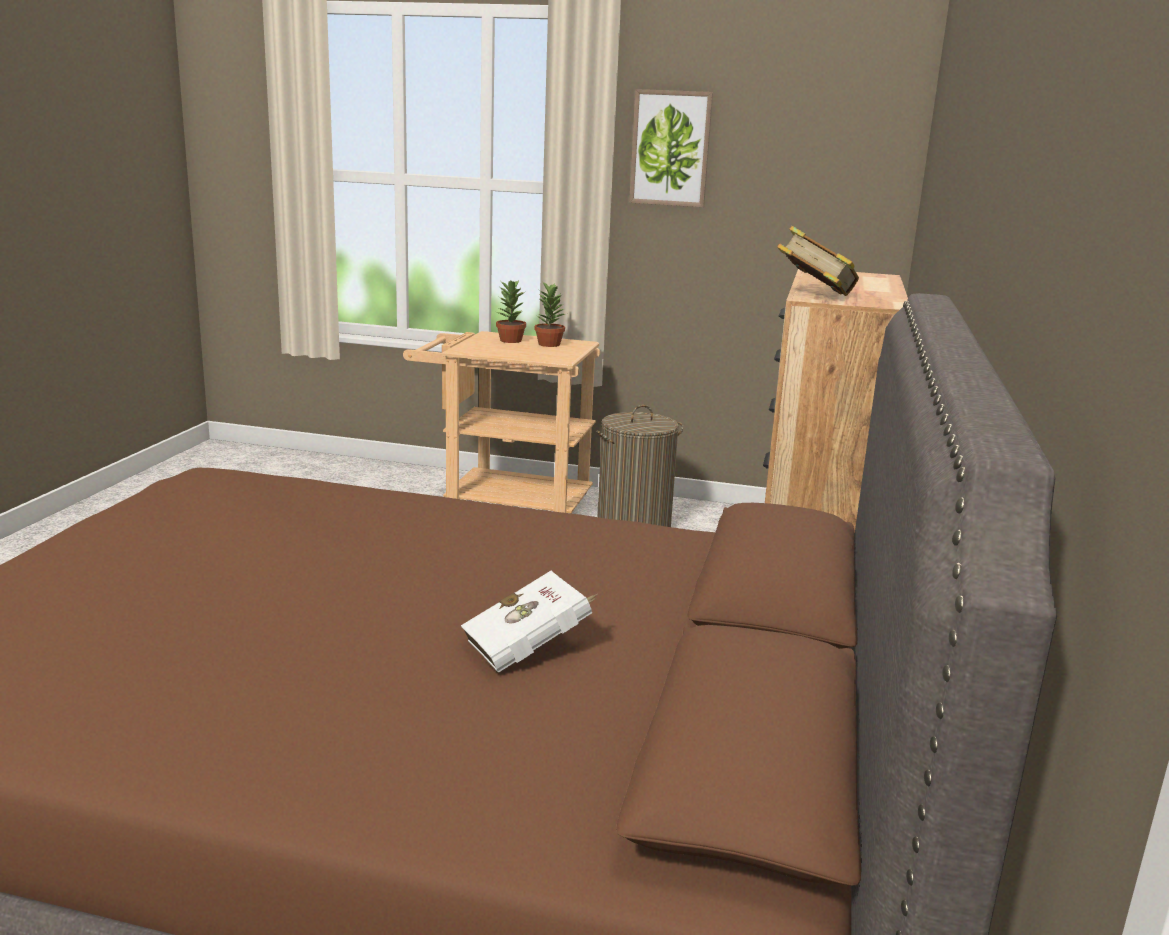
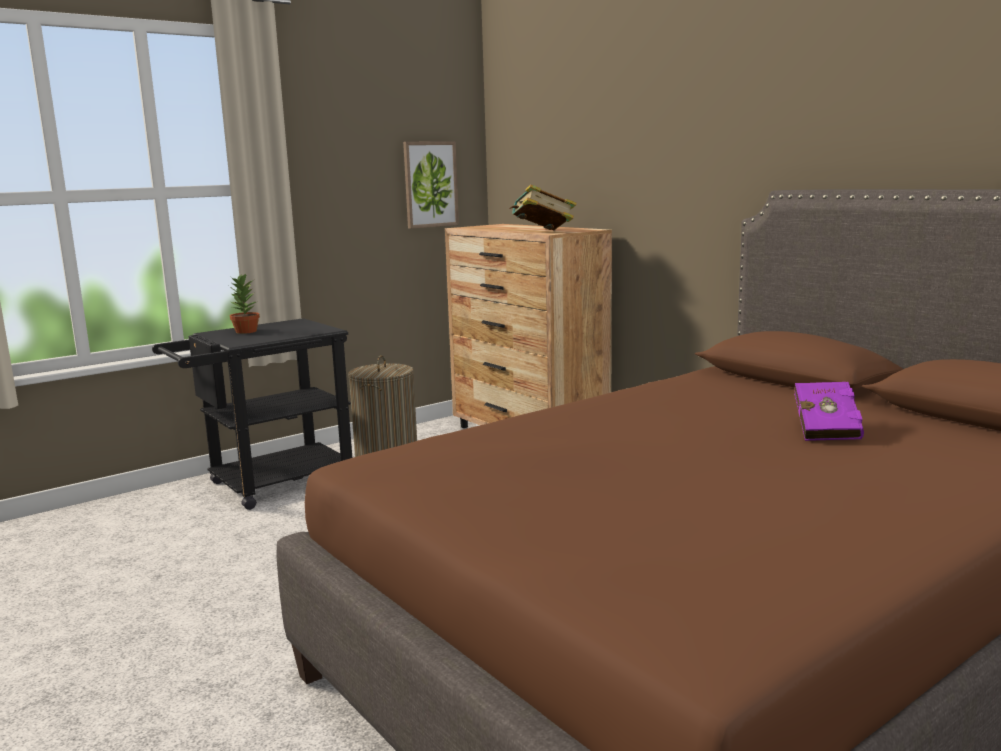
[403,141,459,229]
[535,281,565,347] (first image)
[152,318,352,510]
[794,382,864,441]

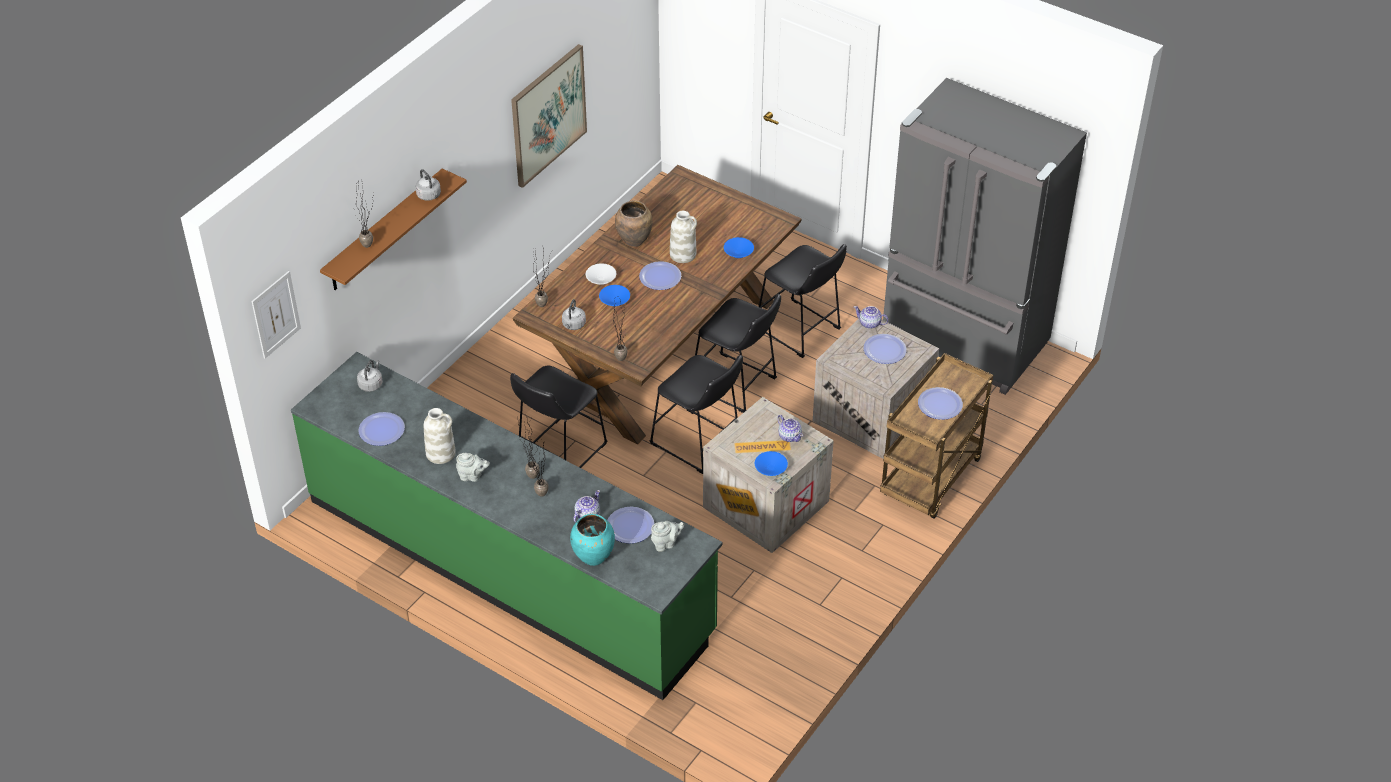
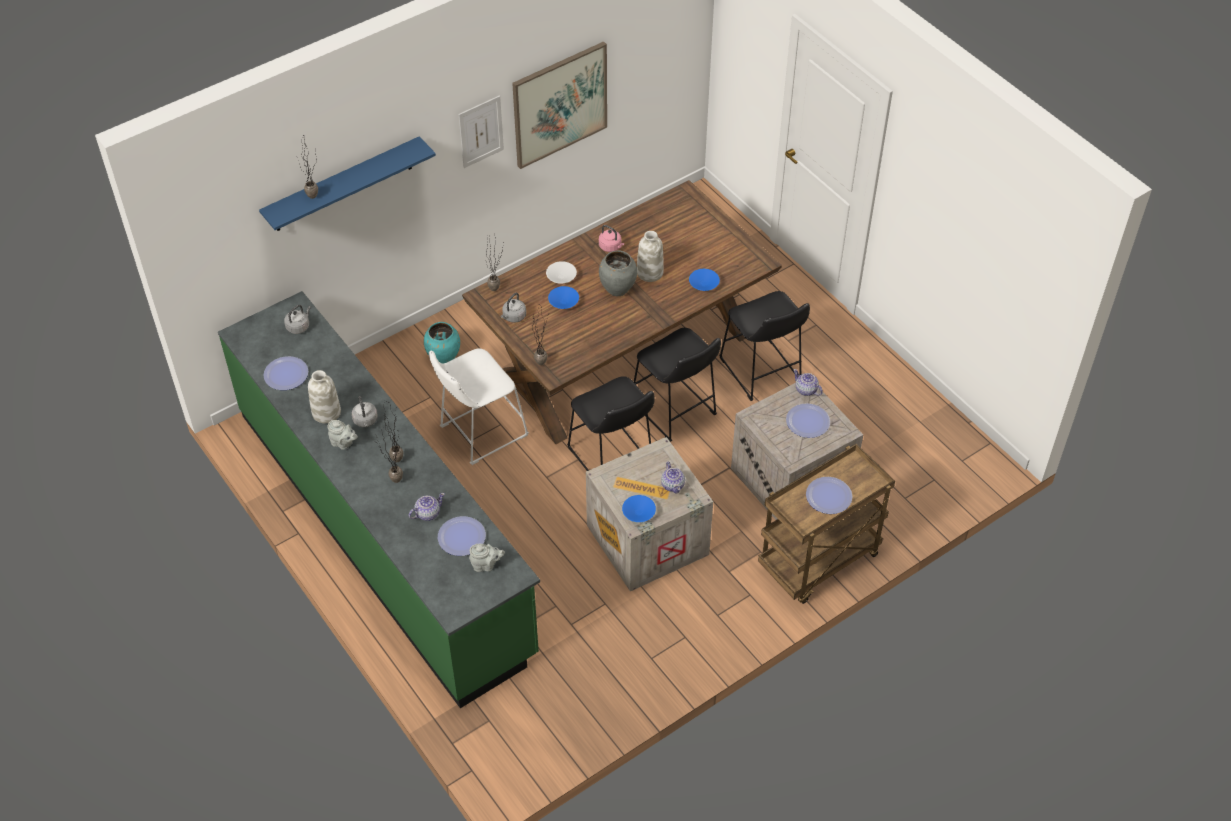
[883,78,1087,395] (first image)
[259,136,436,231]
[352,396,378,427]
[599,225,624,252]
[599,250,637,296]
[459,96,504,168]
[429,348,529,465]
[424,322,460,364]

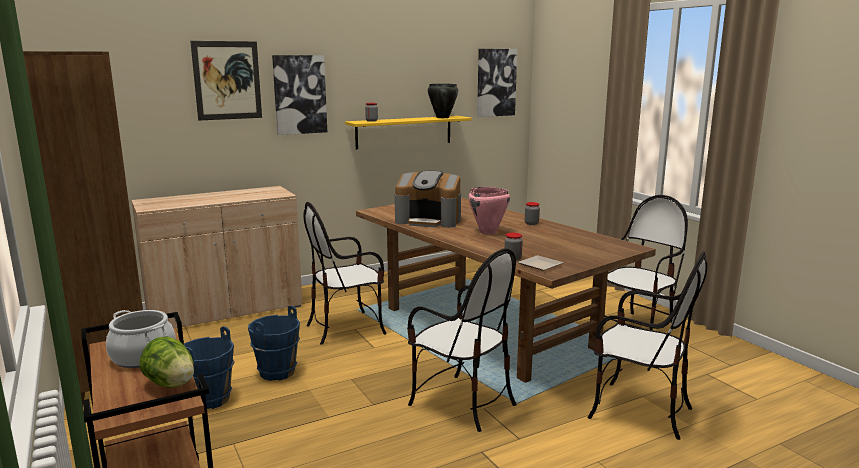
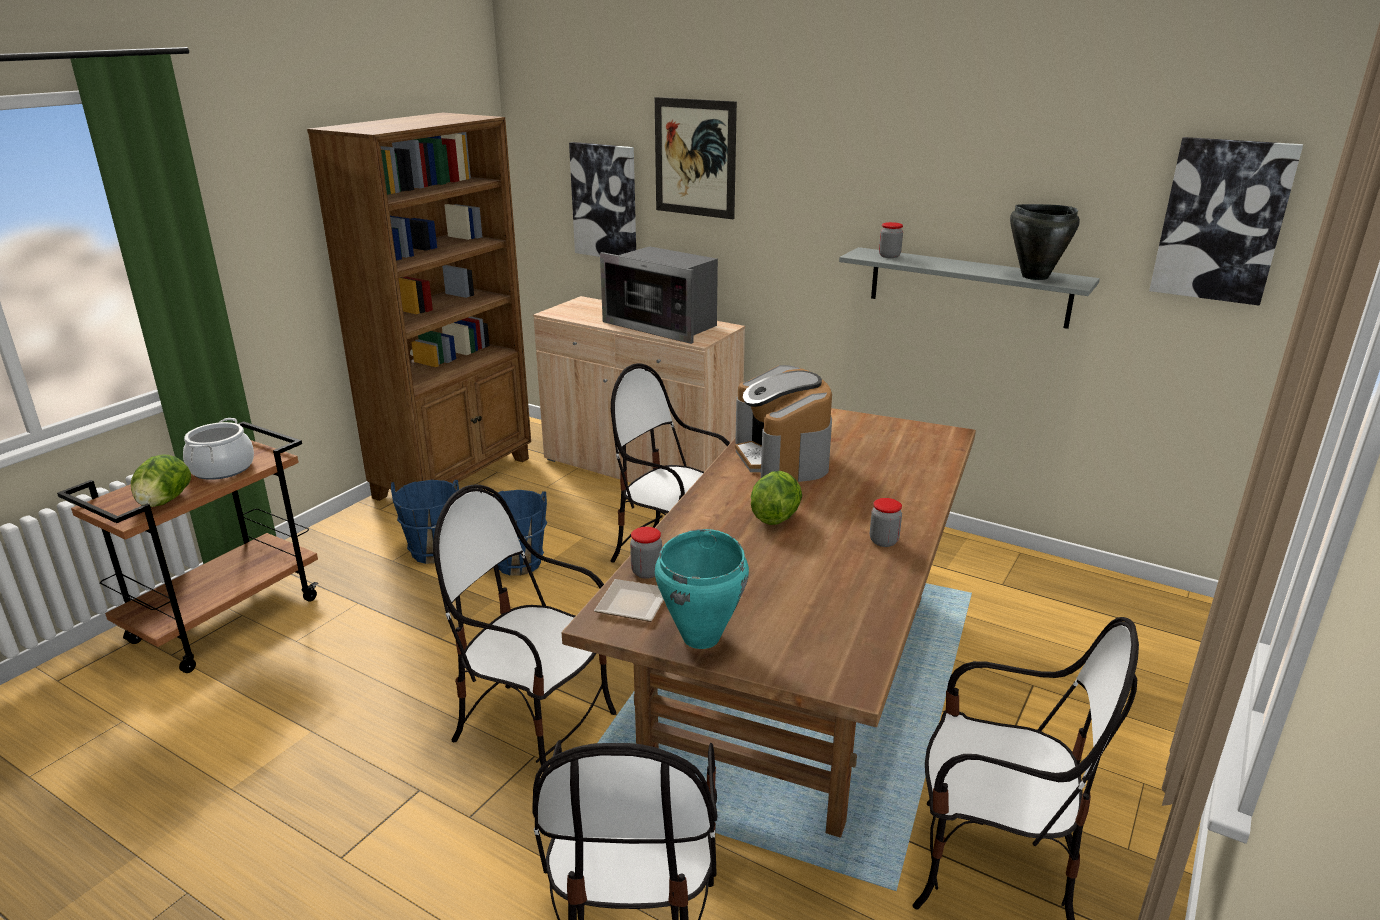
[569,142,636,257]
[839,247,1100,329]
[751,471,802,525]
[433,484,616,772]
[600,246,718,344]
[655,529,749,649]

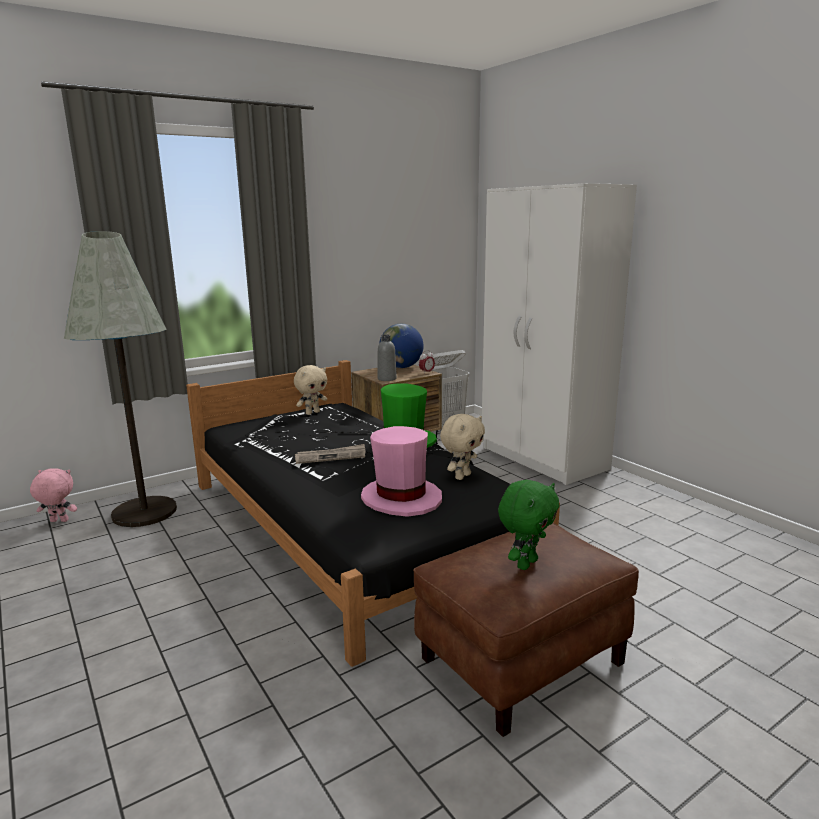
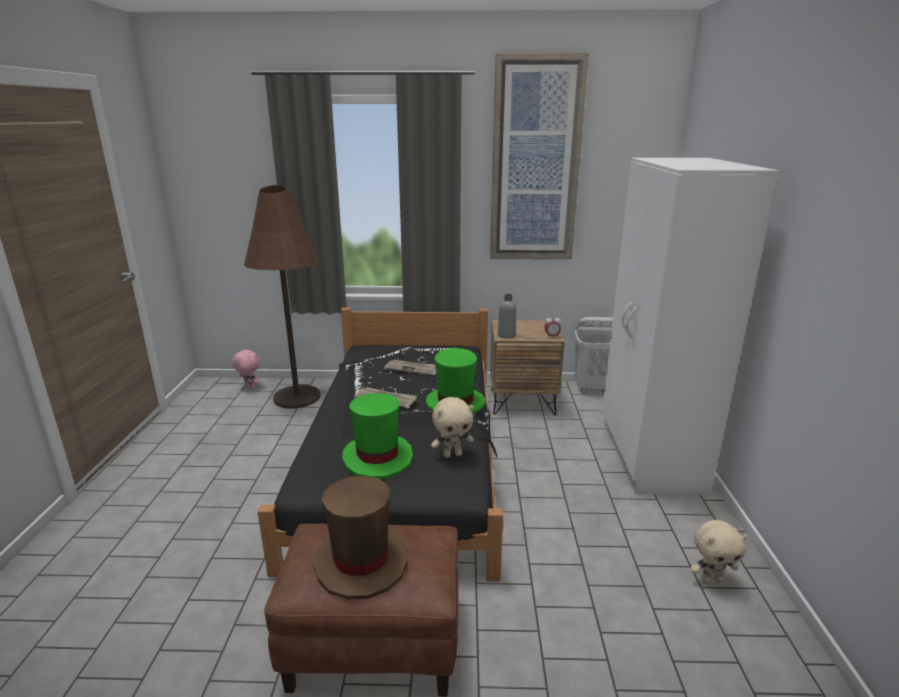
[244,185,320,409]
[379,324,424,368] (first image)
[690,520,748,584]
[342,393,413,479]
[313,476,408,600]
[490,53,589,259]
[384,360,436,376]

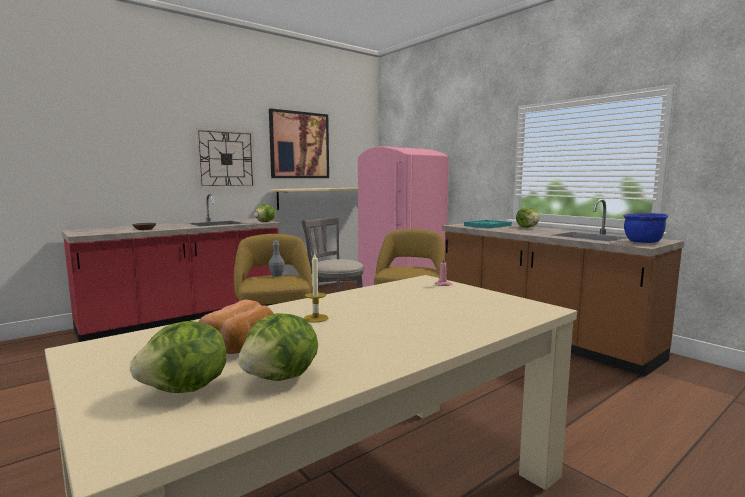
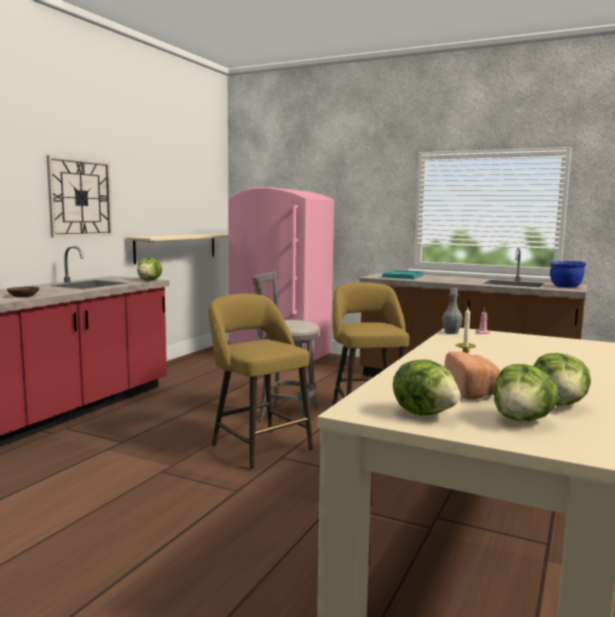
[269,108,329,178] (first image)
[393,360,461,416]
[442,288,462,334]

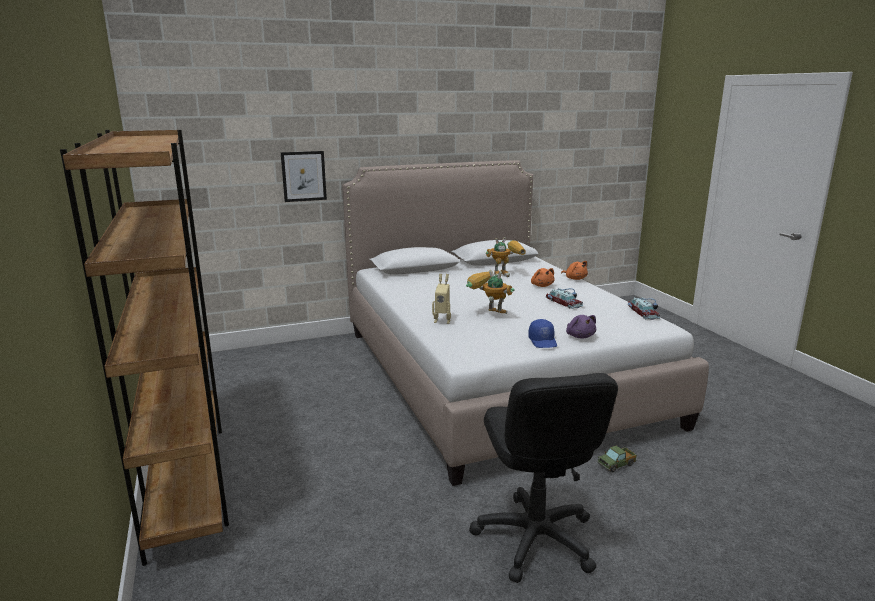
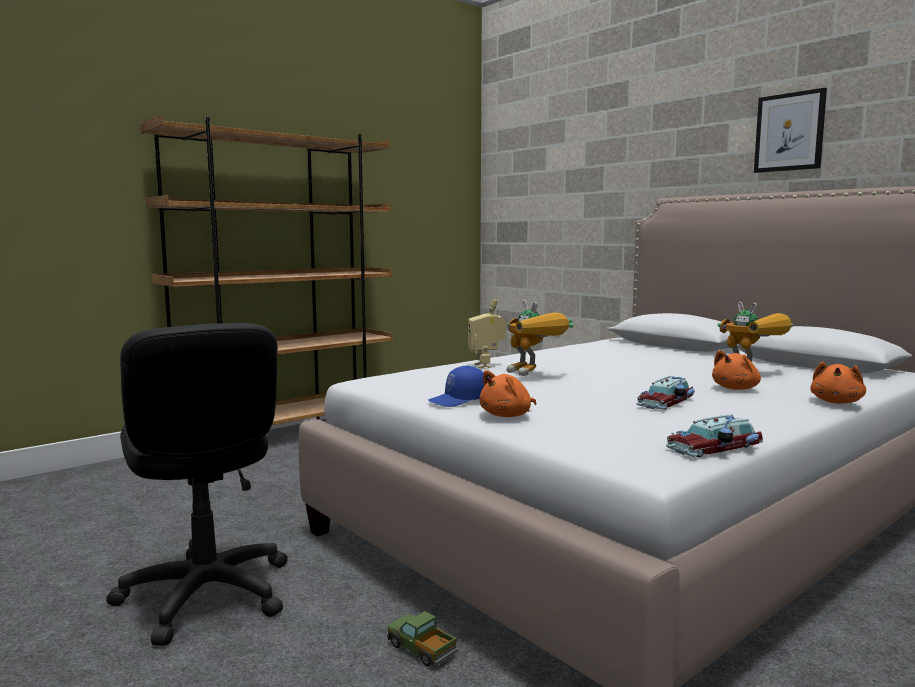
[754,88,827,173]
[507,300,574,376]
[479,370,537,417]
[106,323,288,646]

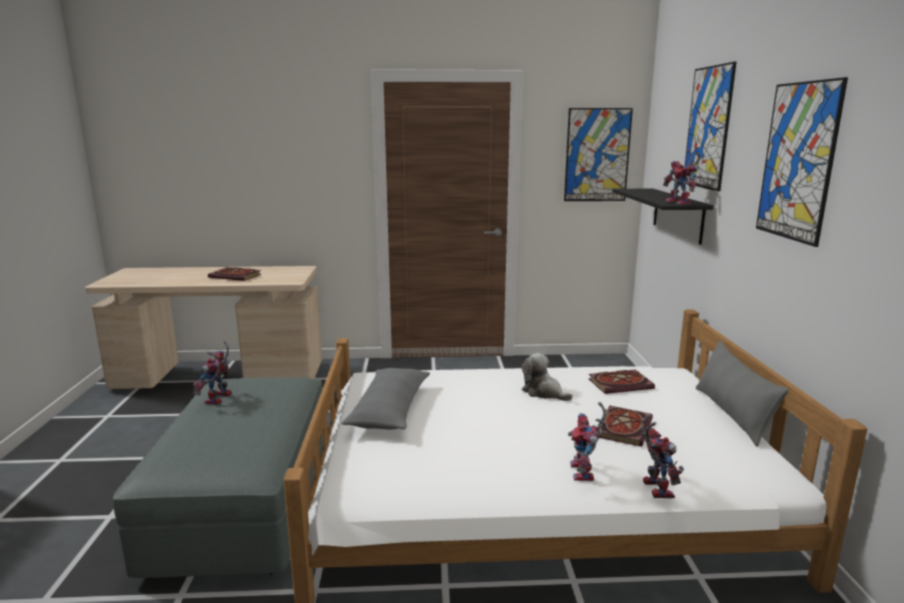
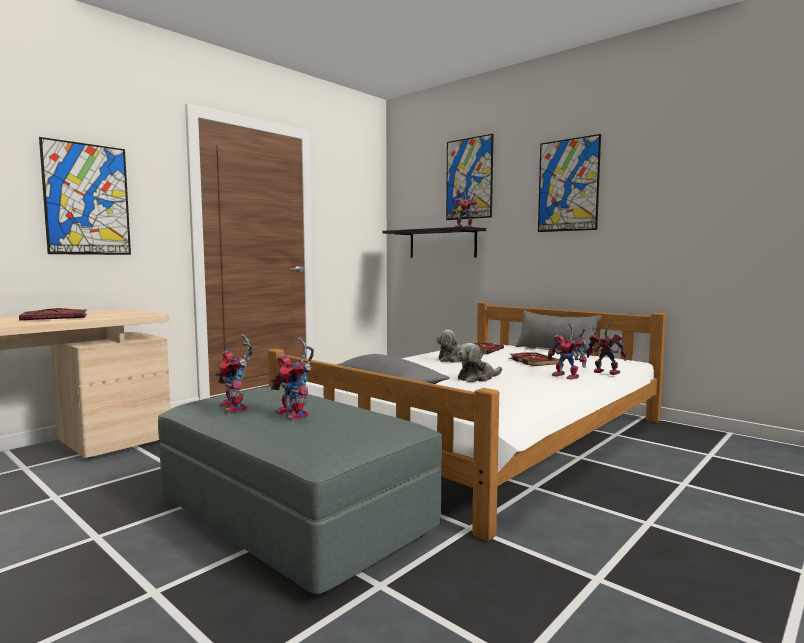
[39,137,131,255]
[270,337,314,420]
[457,343,502,382]

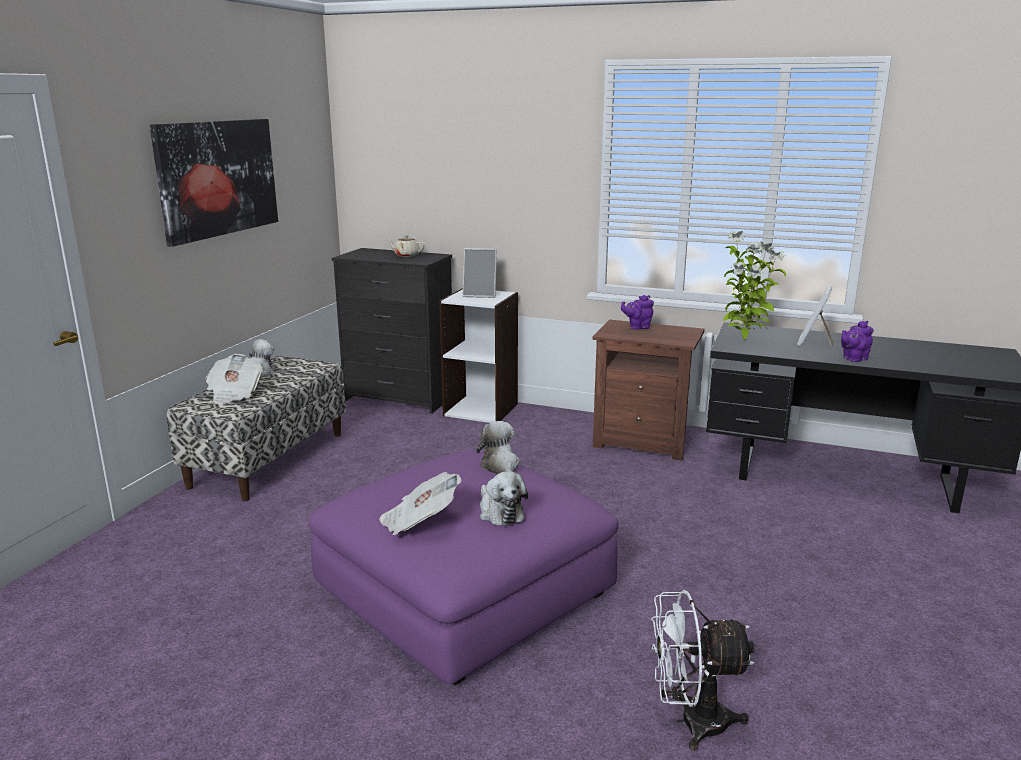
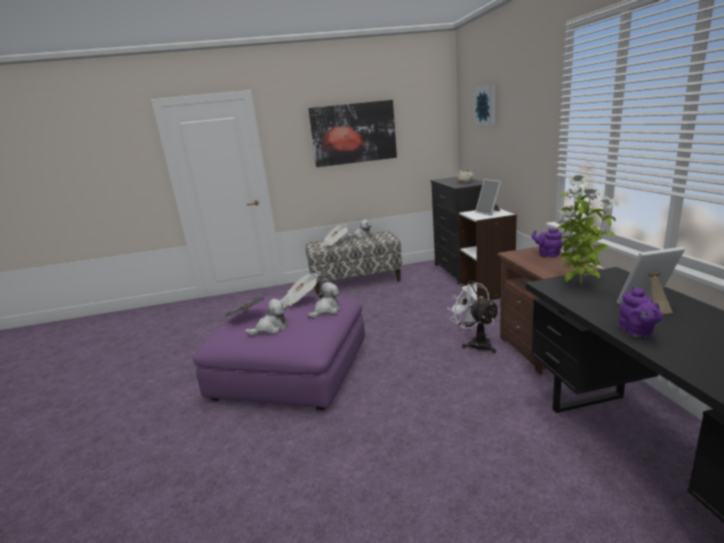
[619,286,663,338]
[245,299,288,335]
[447,281,500,353]
[475,85,496,125]
[280,273,318,306]

